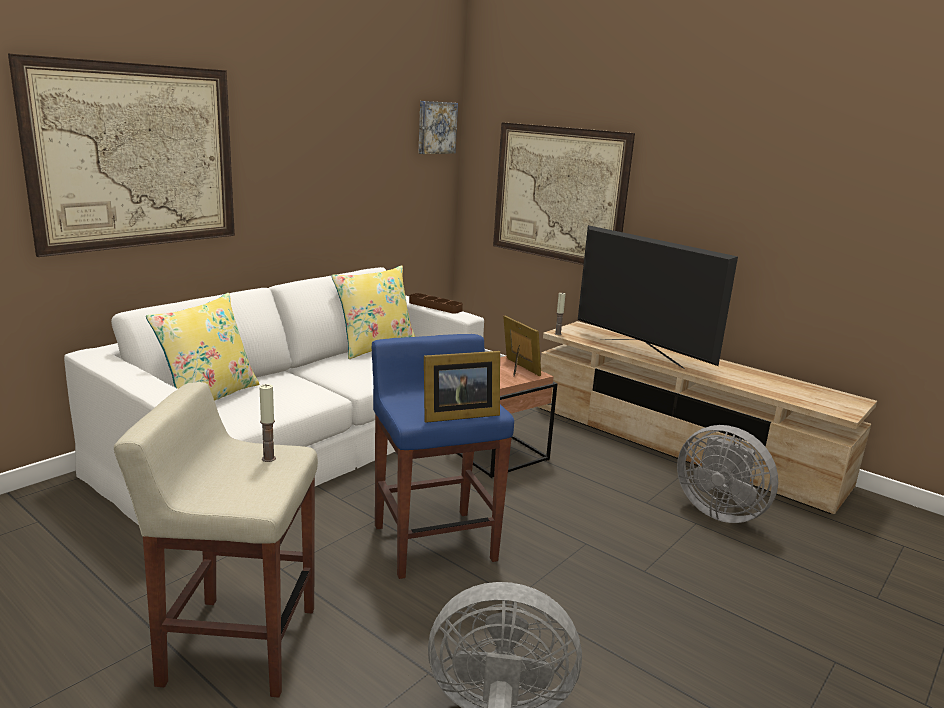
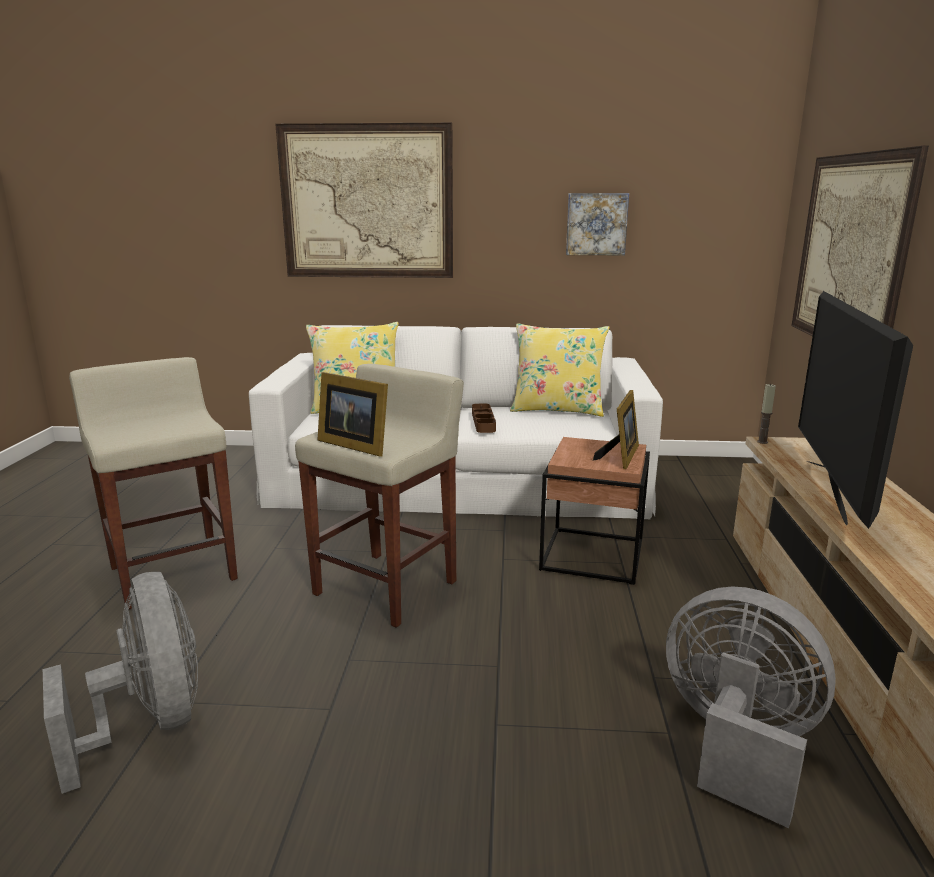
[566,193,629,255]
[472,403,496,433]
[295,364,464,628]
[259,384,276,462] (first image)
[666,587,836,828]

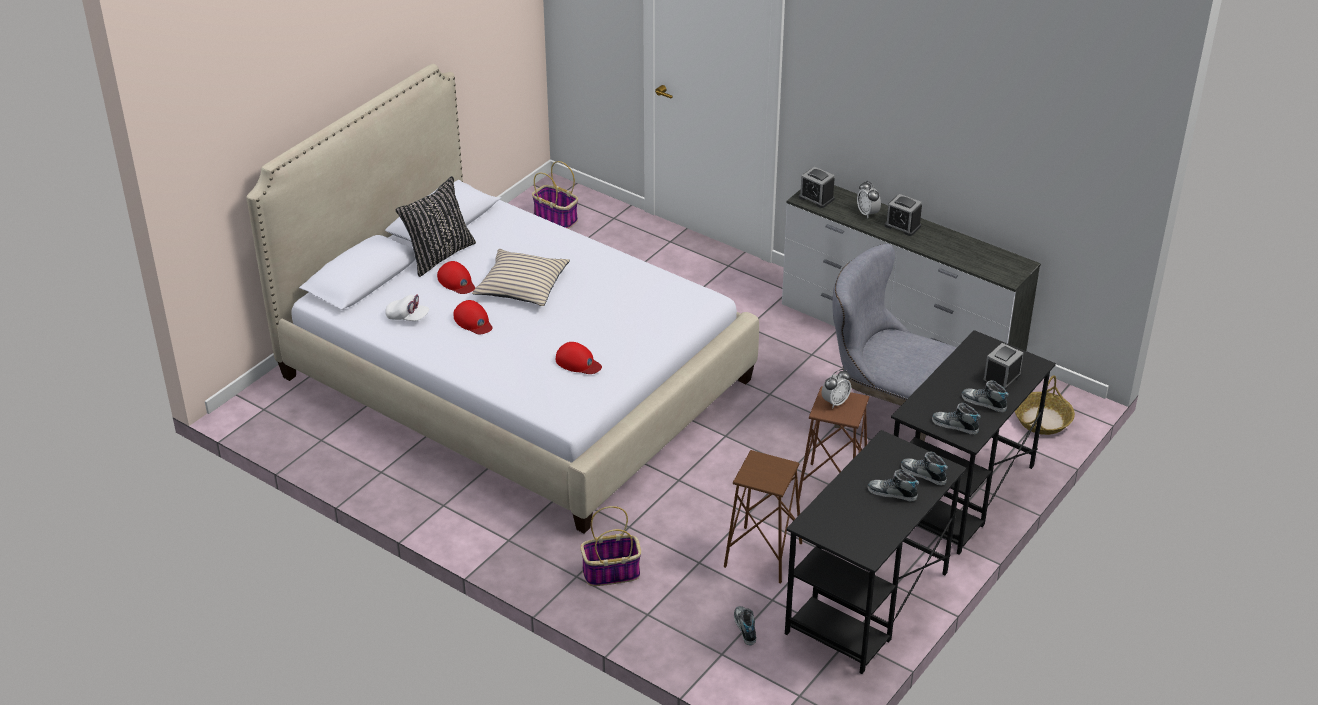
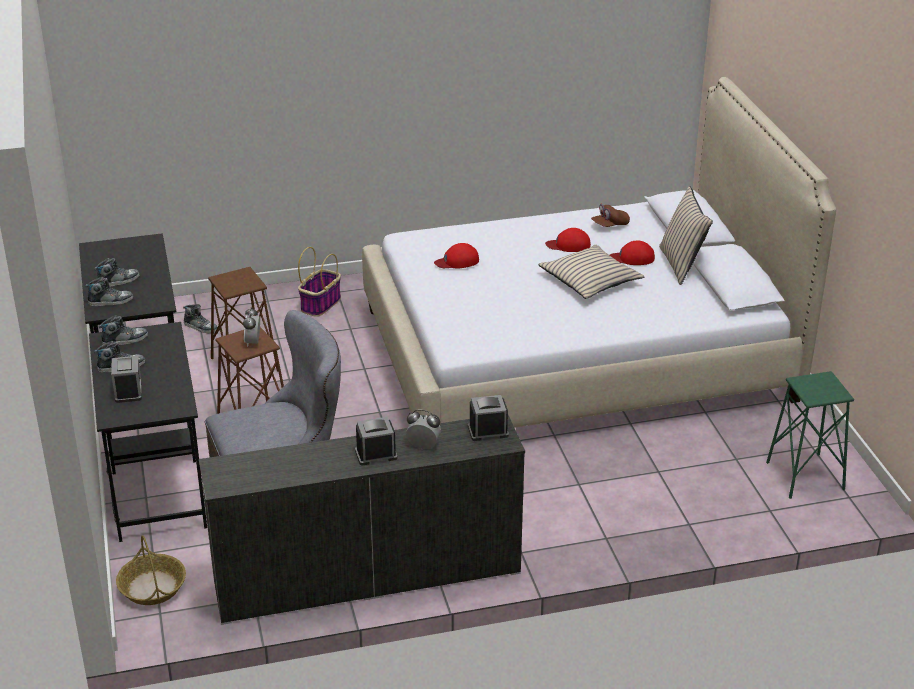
[766,371,854,499]
[659,186,713,285]
[591,204,630,227]

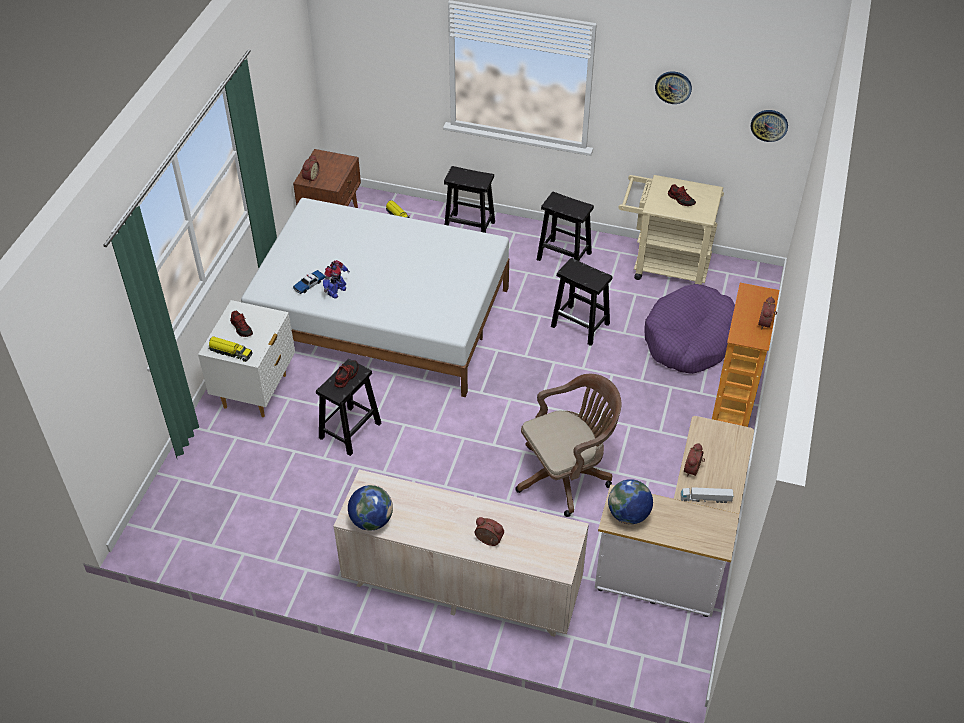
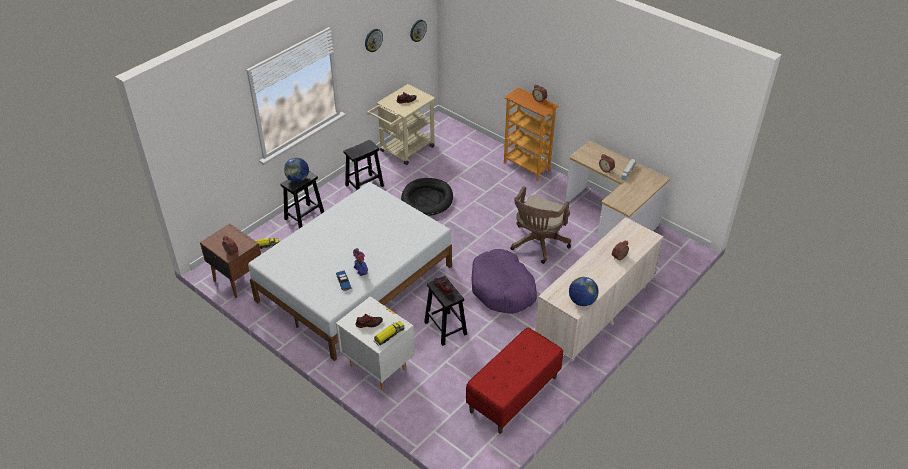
[401,178,453,216]
[471,249,537,314]
[510,186,571,264]
[284,158,309,182]
[466,328,563,434]

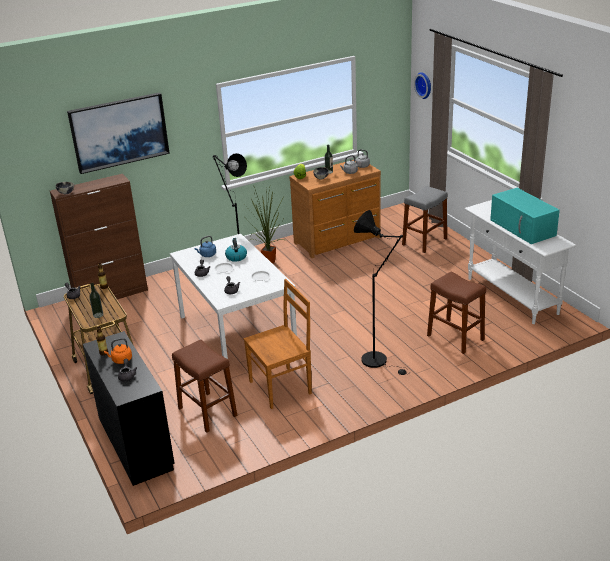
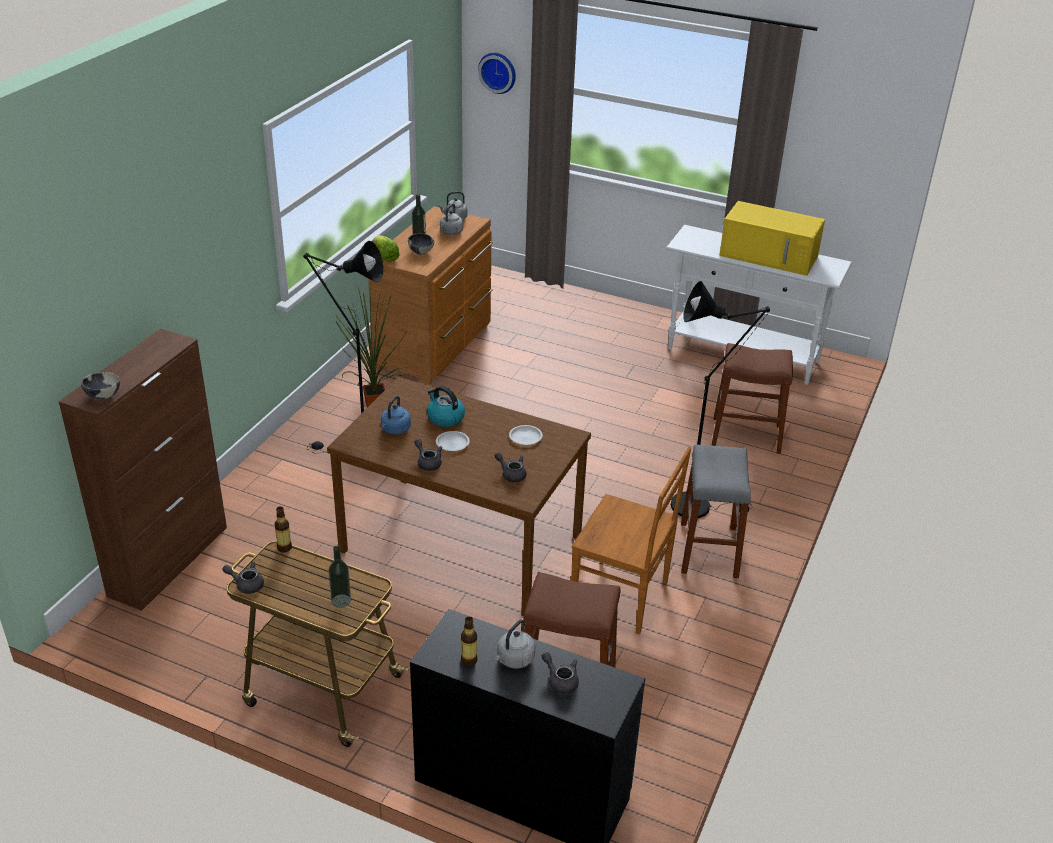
[67,92,170,174] (first image)
[681,445,751,578]
[720,201,825,276]
[327,377,591,617]
[571,447,691,635]
[495,619,535,669]

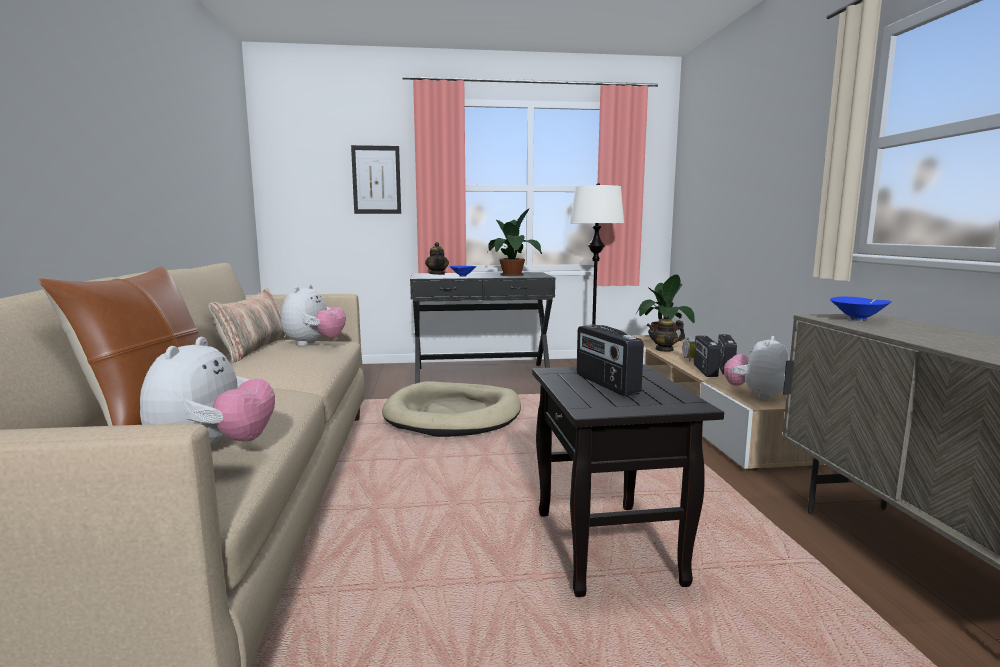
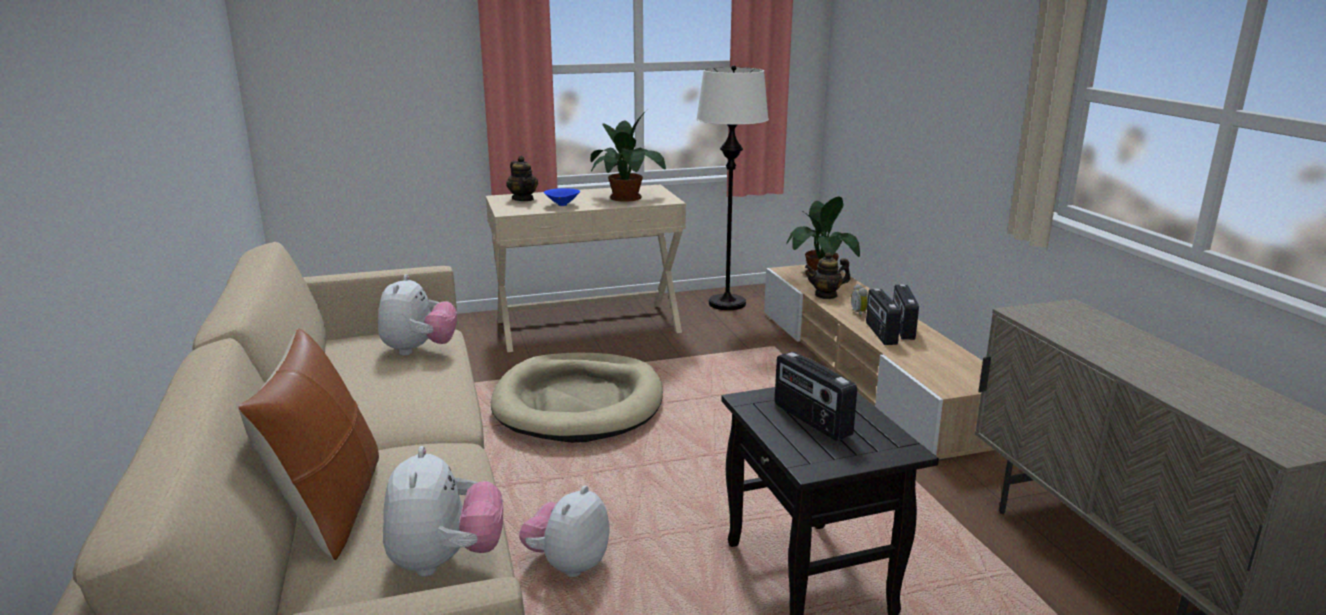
[351,145,401,214] (first image)
[486,184,686,352]
[209,288,288,362] (first image)
[830,296,892,321] (first image)
[519,486,610,577]

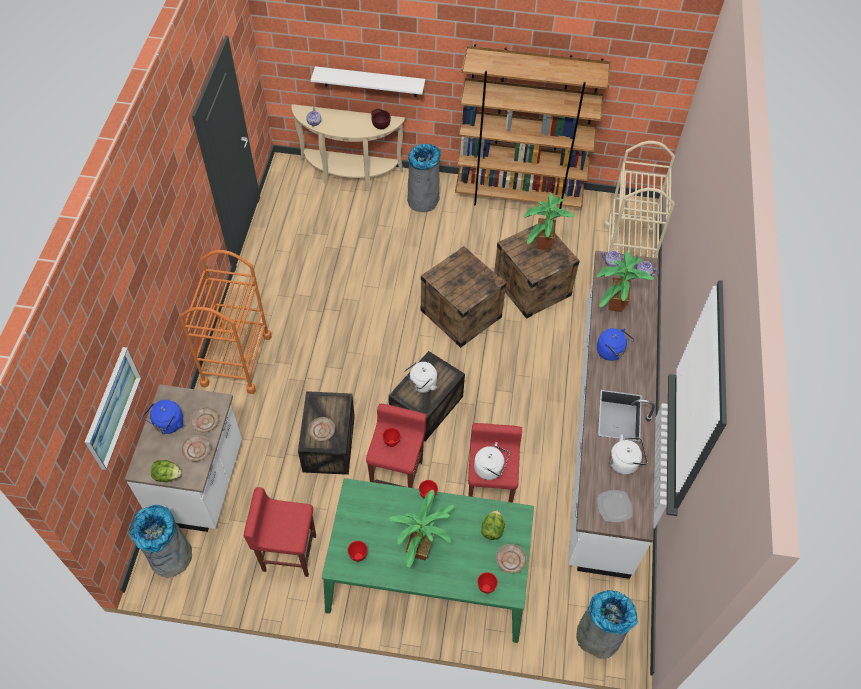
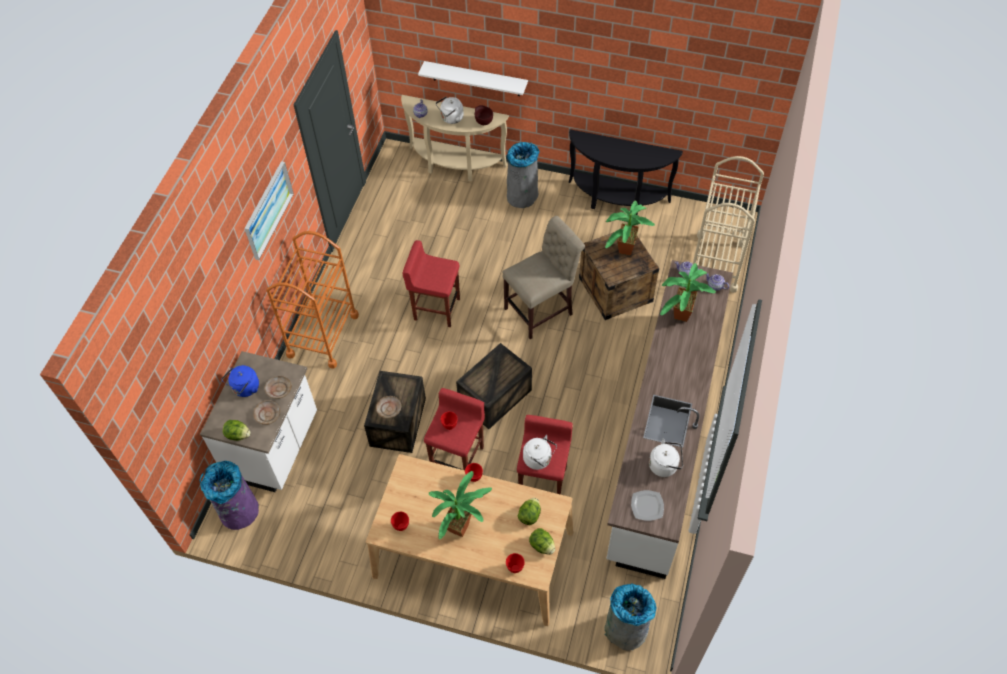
[569,129,683,215]
[502,216,585,339]
[597,328,634,361] (first image)
[244,161,294,260]
[436,97,464,124]
[366,454,573,626]
[403,240,460,327]
[200,461,259,530]
[529,528,555,555]

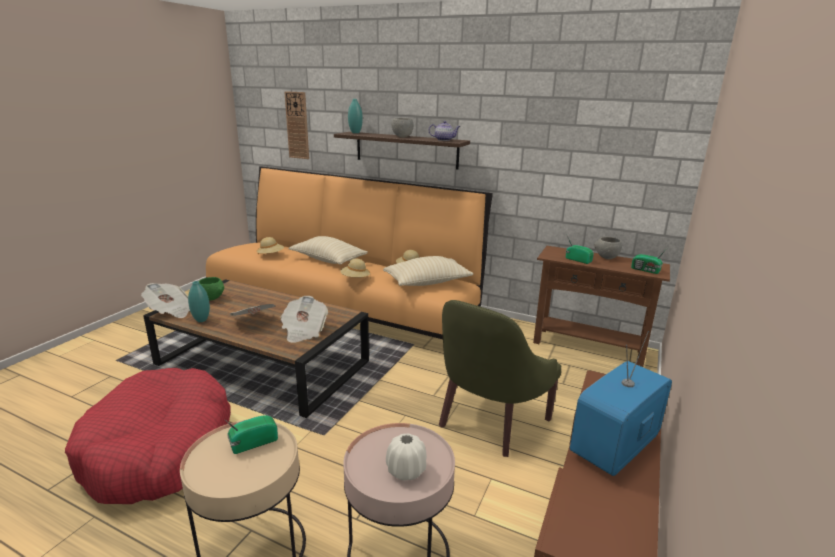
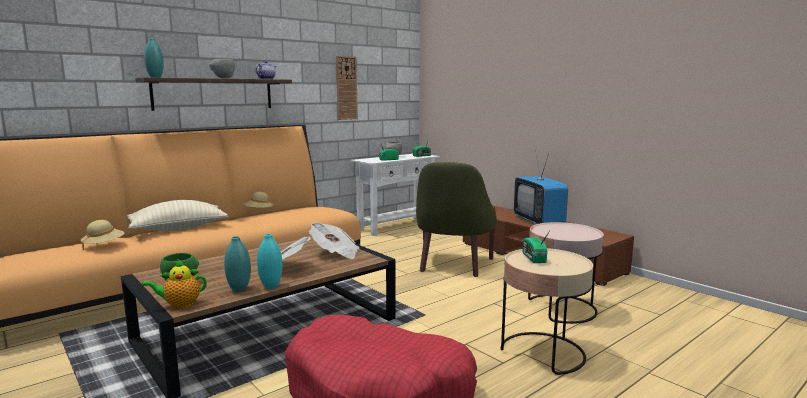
[336,56,358,120]
[351,154,440,236]
[383,256,473,286] (first image)
[340,259,371,279] (first image)
[141,259,207,309]
[416,162,496,277]
[386,433,427,481] (first image)
[257,234,282,289]

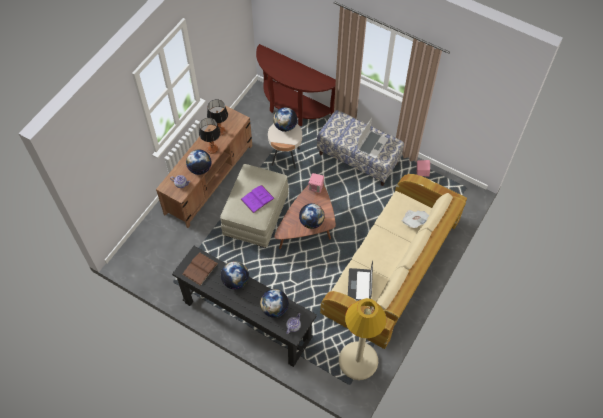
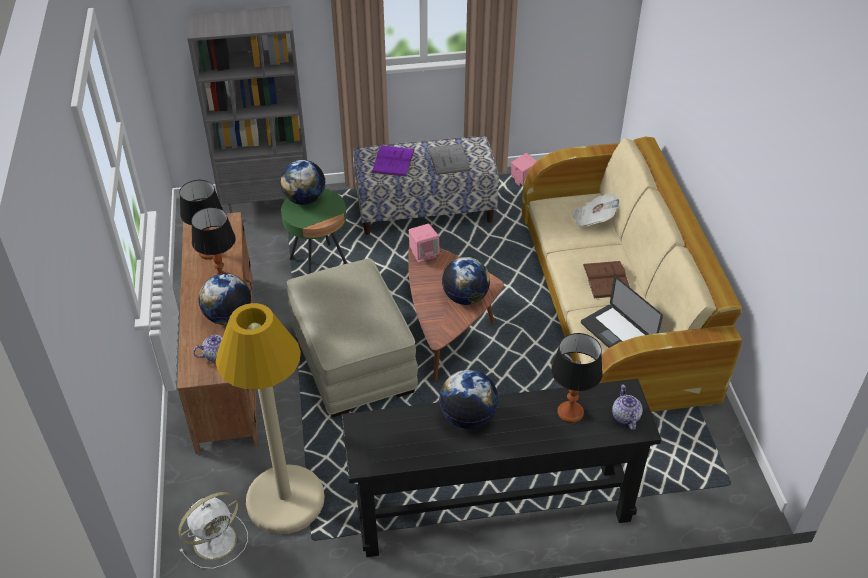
[187,6,307,213]
[428,144,471,175]
[281,189,347,274]
[372,146,415,177]
[583,261,630,298]
[551,333,603,423]
[216,303,325,534]
[178,492,248,569]

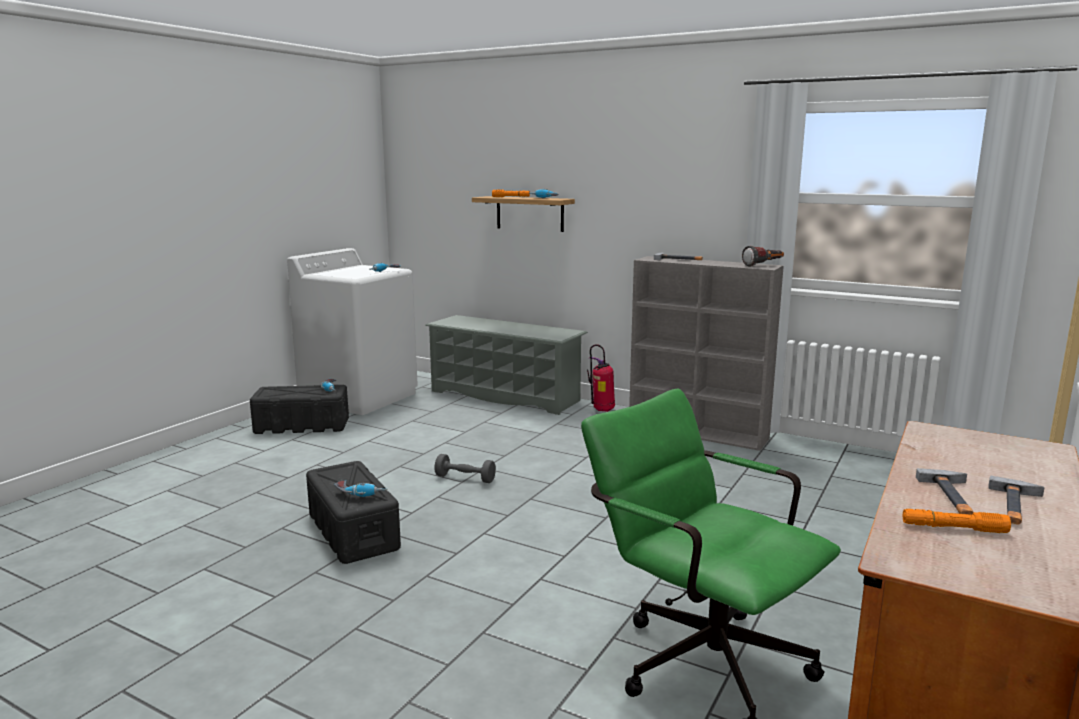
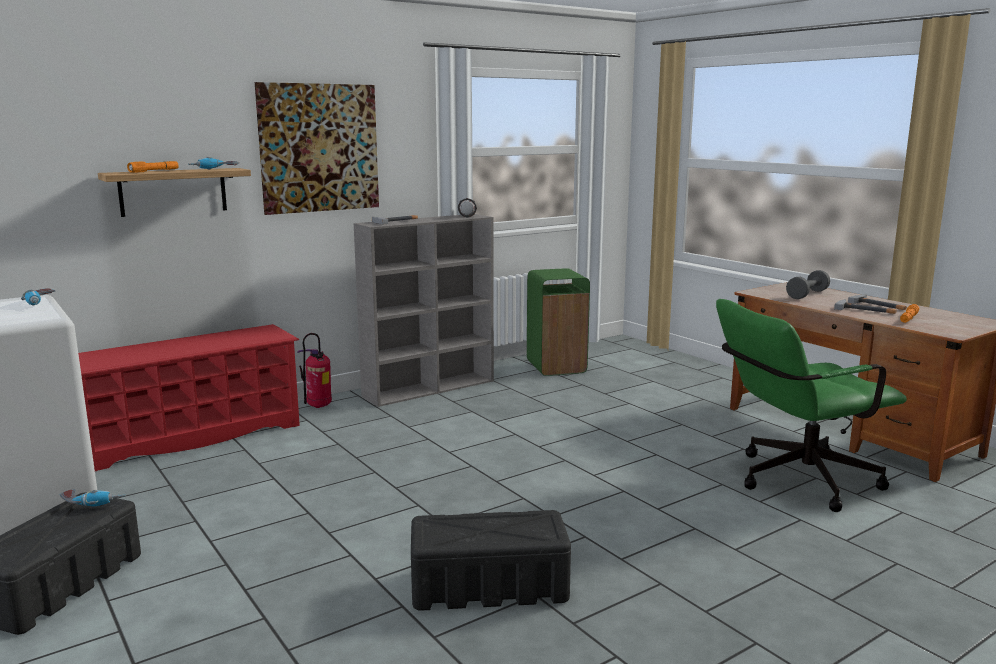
[78,324,300,471]
[786,270,830,299]
[334,480,387,497] (first image)
[255,82,379,215]
[527,268,590,376]

